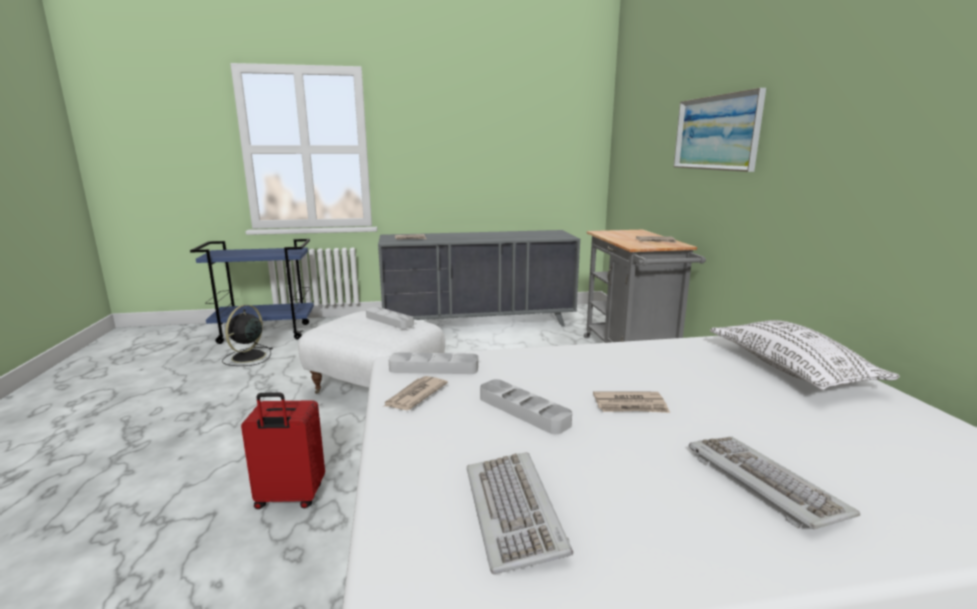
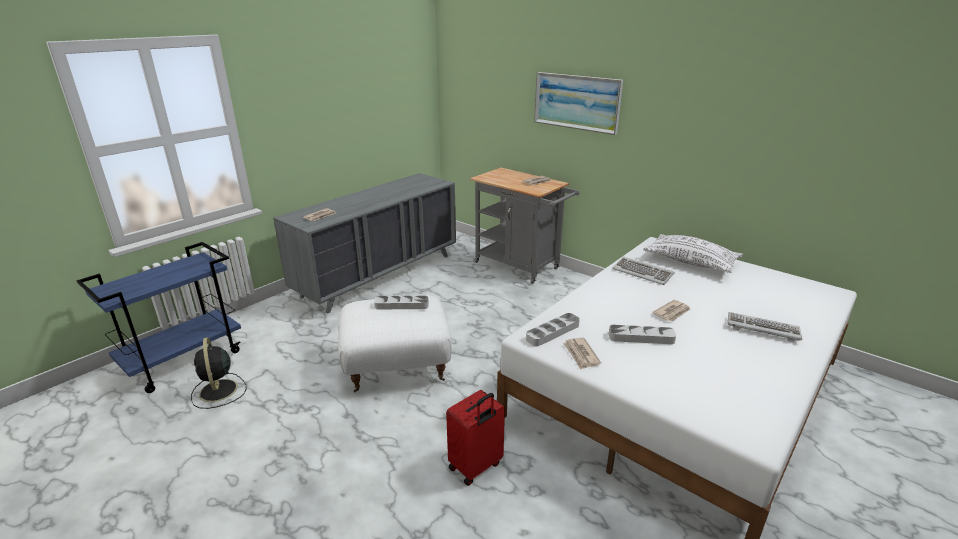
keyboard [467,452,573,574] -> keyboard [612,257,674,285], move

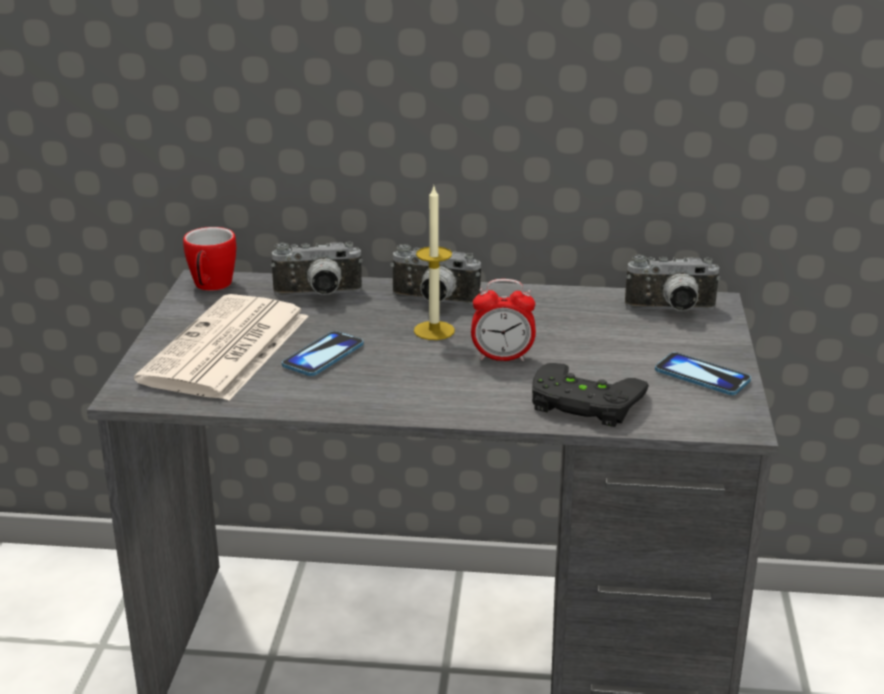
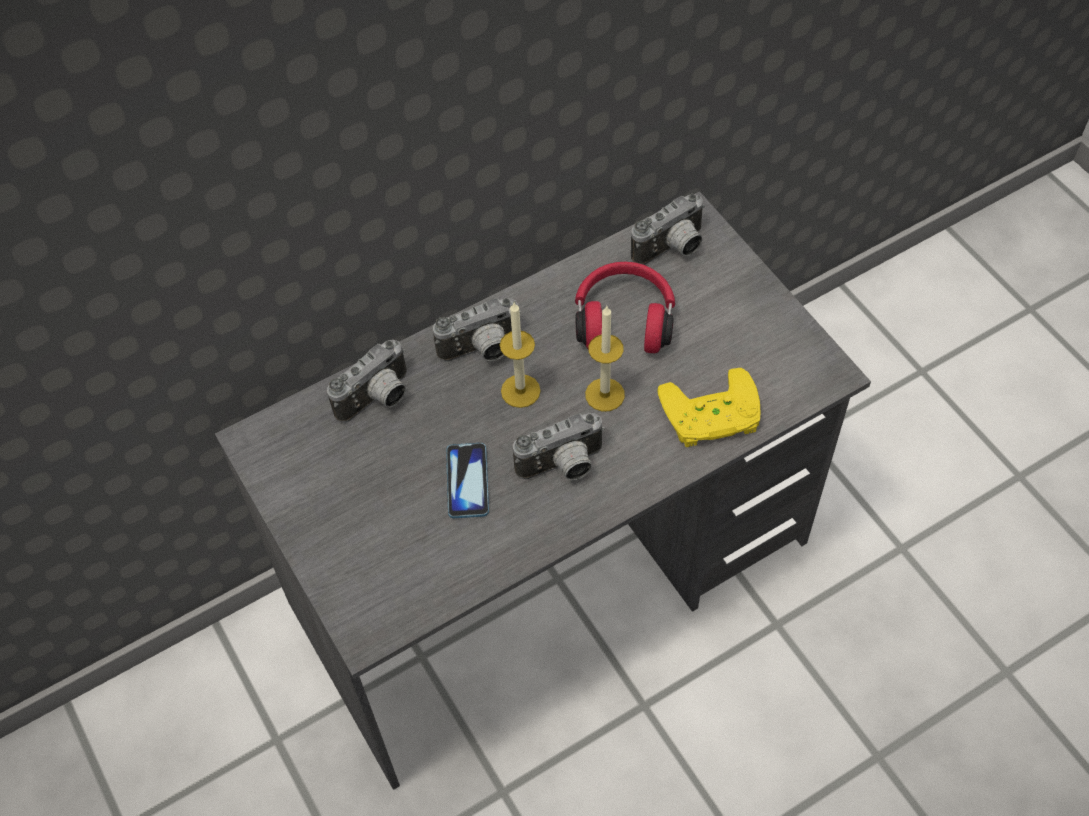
none -> photo camera [513,413,605,480]
none -> headset (red) [575,262,675,353]
table clock [471,279,536,361] -> wax candle [585,306,625,411]
gamepad (blackish) [532,363,649,427] -> gamepad (yellow) [658,368,761,447]
daily paper [134,294,308,401] -> none
coffee mug [183,227,236,291] -> none
phone [655,352,751,395] -> none

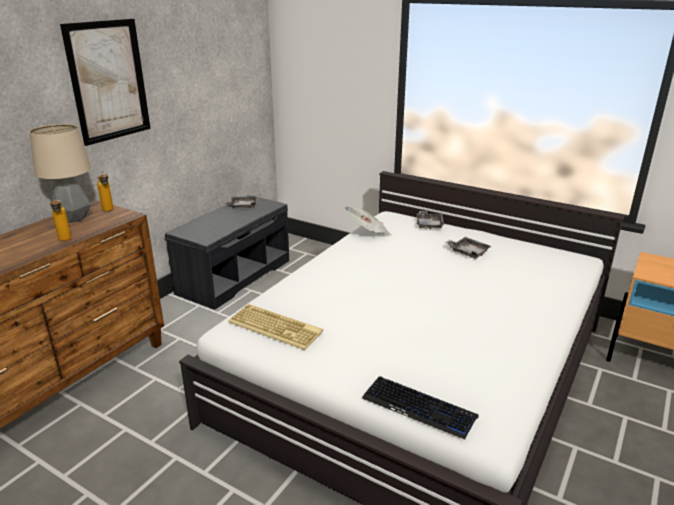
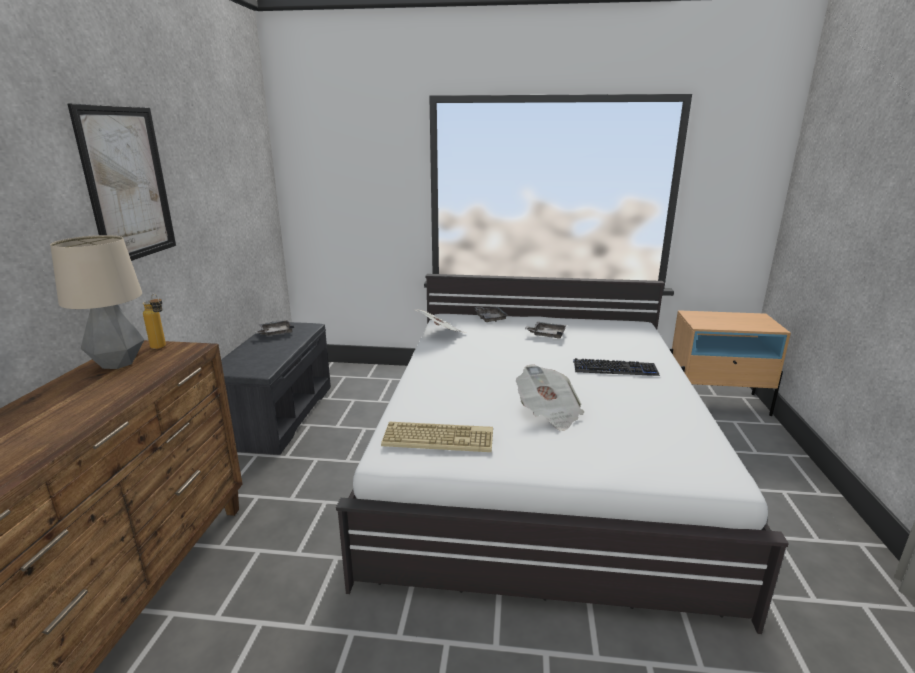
none -> daily paper [516,364,585,431]
keyboard [362,376,479,439] -> keyboard [573,358,660,376], move
beverage bottle [50,197,71,241] -> none

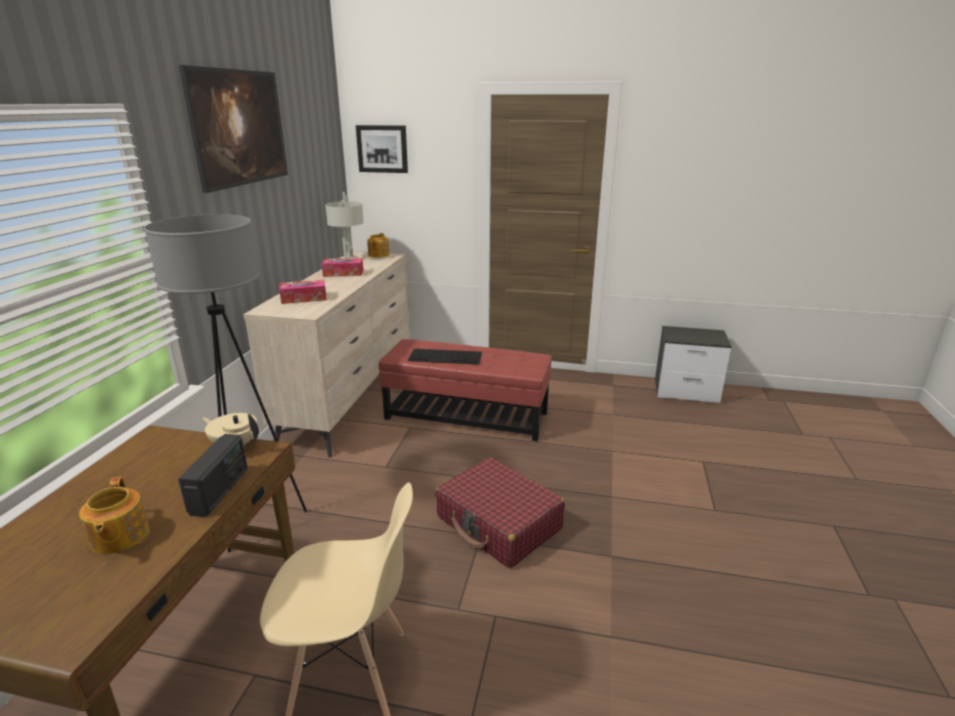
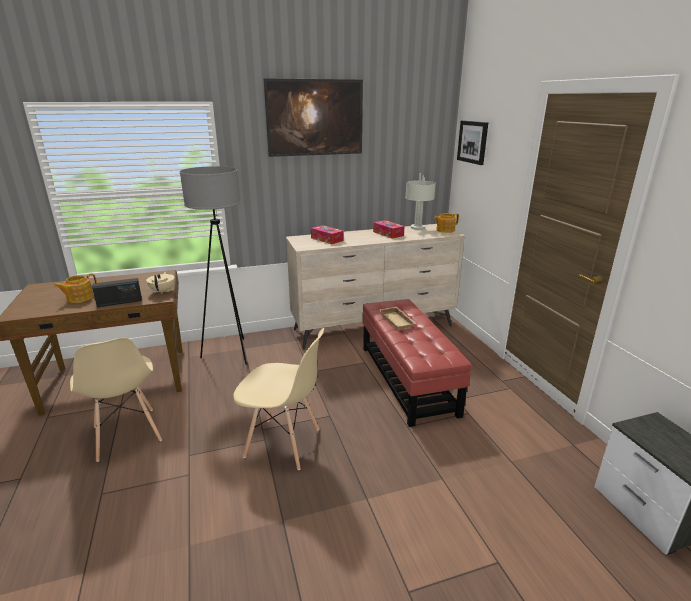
travel case (red) [435,457,565,568] -> plain chair (beige) [233,328,324,470]
keyboard [408,349,482,365] -> serving tray (beige) [379,307,417,330]

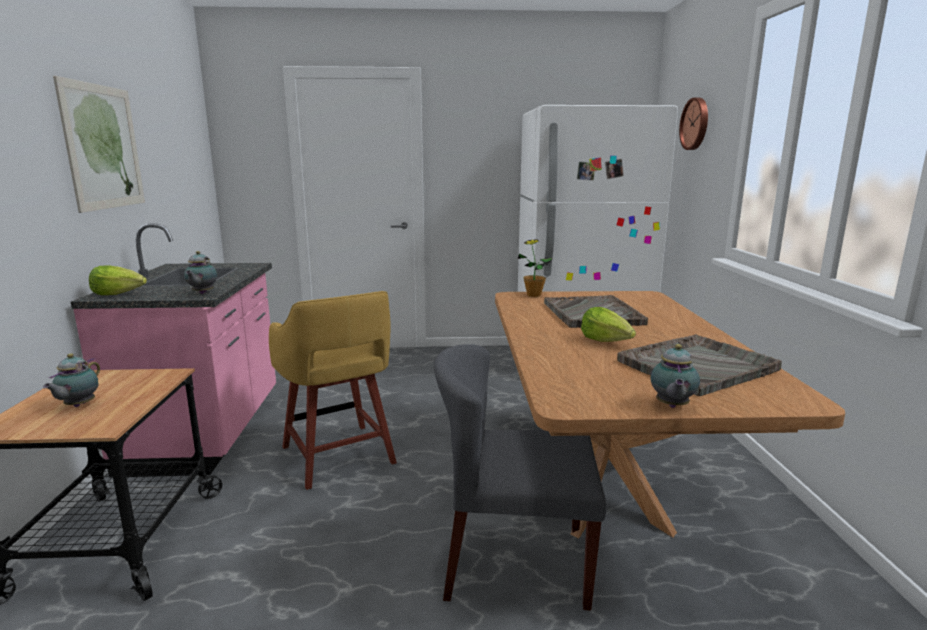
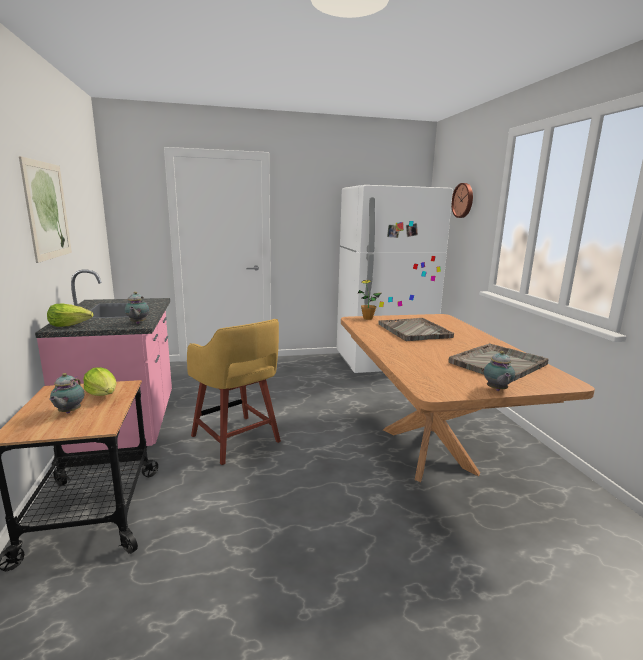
lettuce head [581,307,636,342] -> lettuce head [83,367,116,396], move
plain chair (grey) [434,344,606,611] -> none

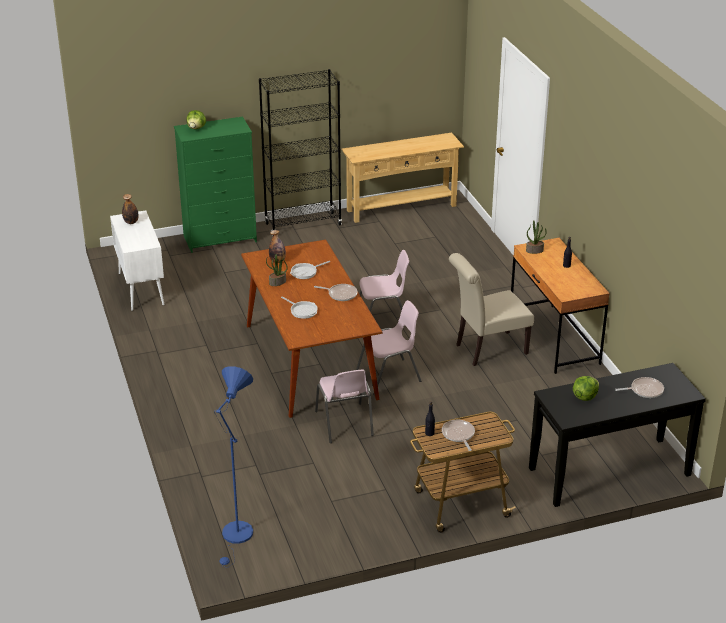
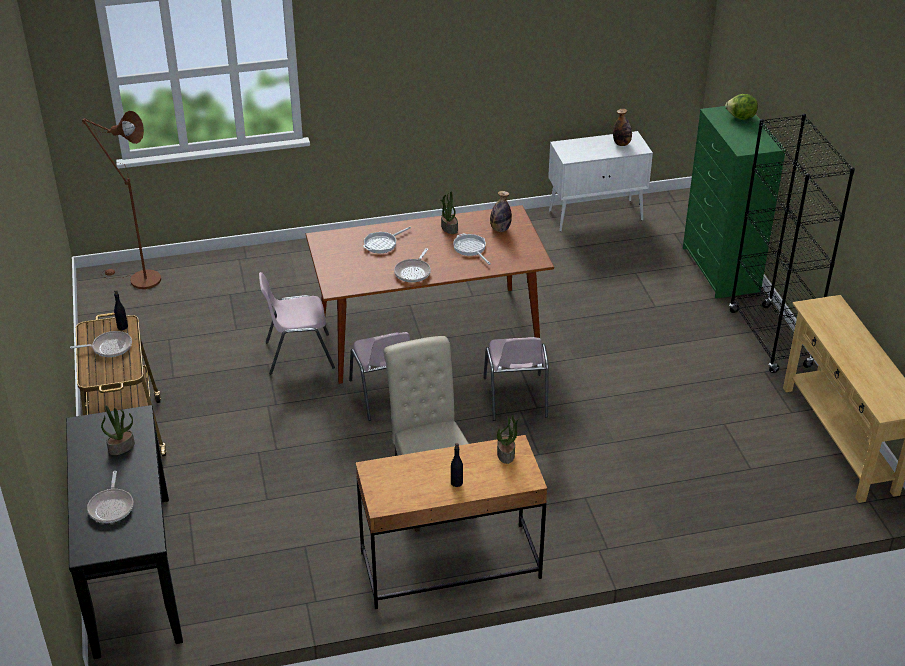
floor lamp (blue) [214,366,253,568] -> floor lamp (brown) [82,111,161,289]
lettuce head [573,376,599,401] -> plant in a pot [101,406,135,455]

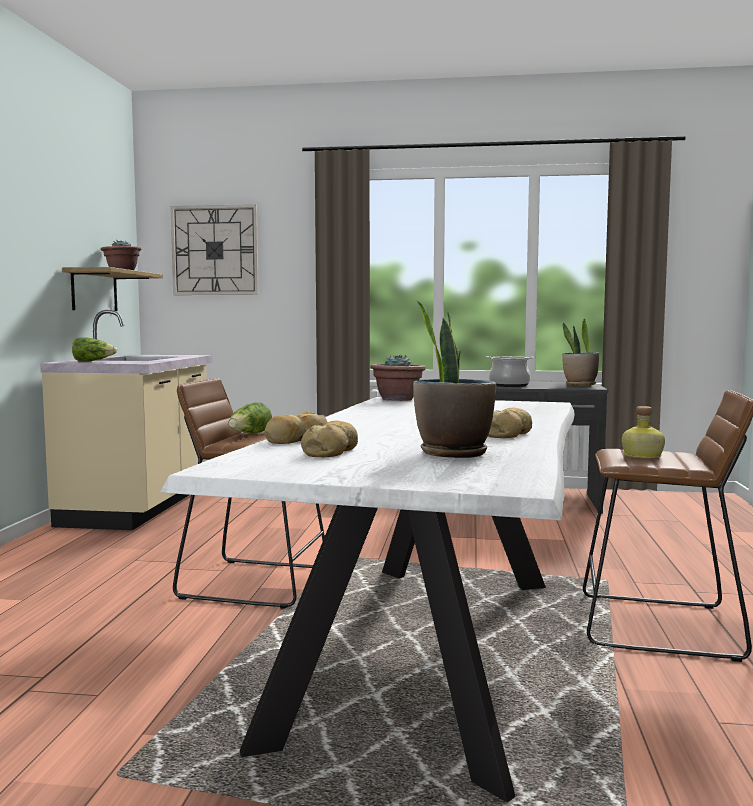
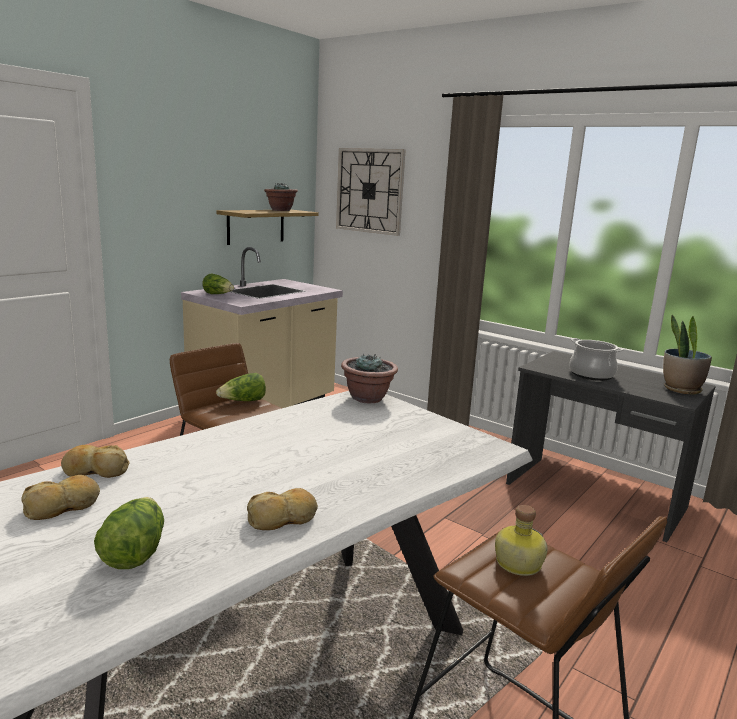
plant in a pot [413,301,497,458] -> lettuce head [94,497,164,569]

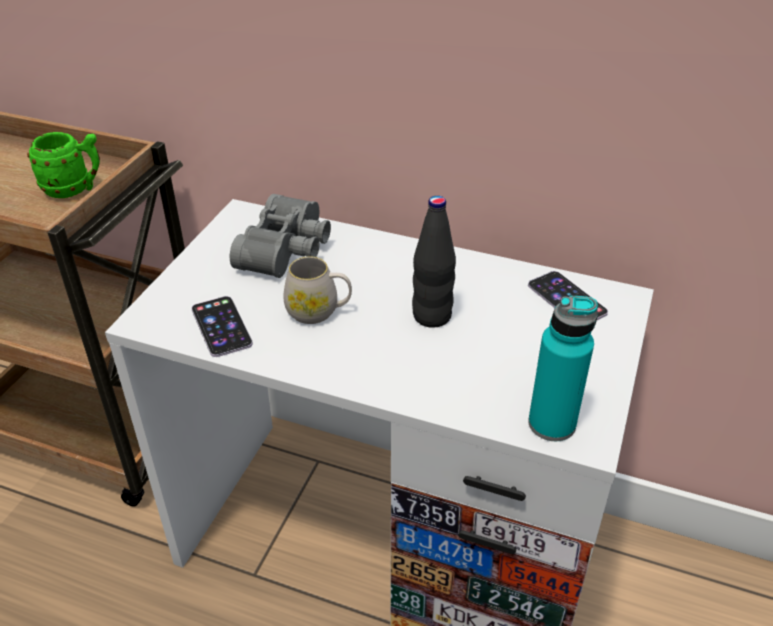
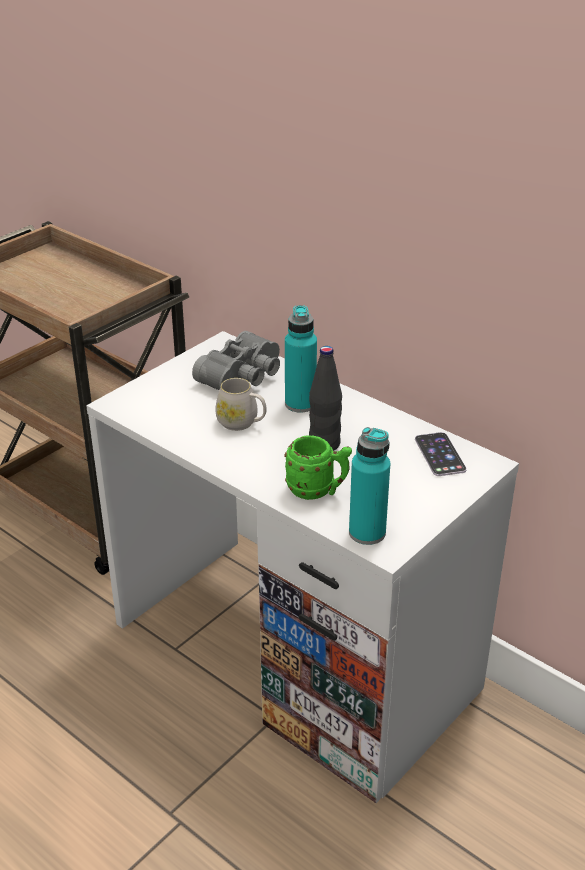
coffee mug (green-coloured) [27,132,100,198] -> coffee mug (green-coloured) [284,435,352,500], move
none -> beverage bottle (turquoise-coloured) [285,305,317,413]
phone [192,296,253,357] -> none

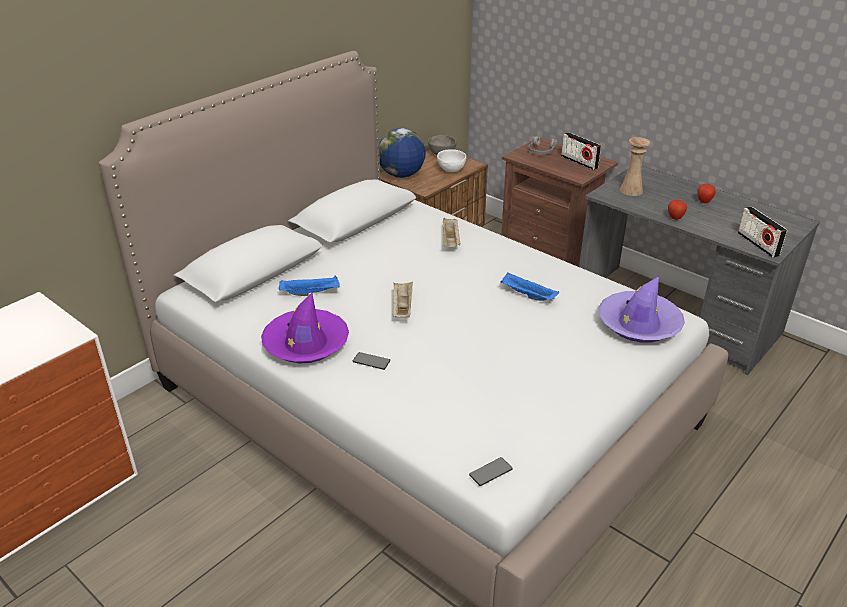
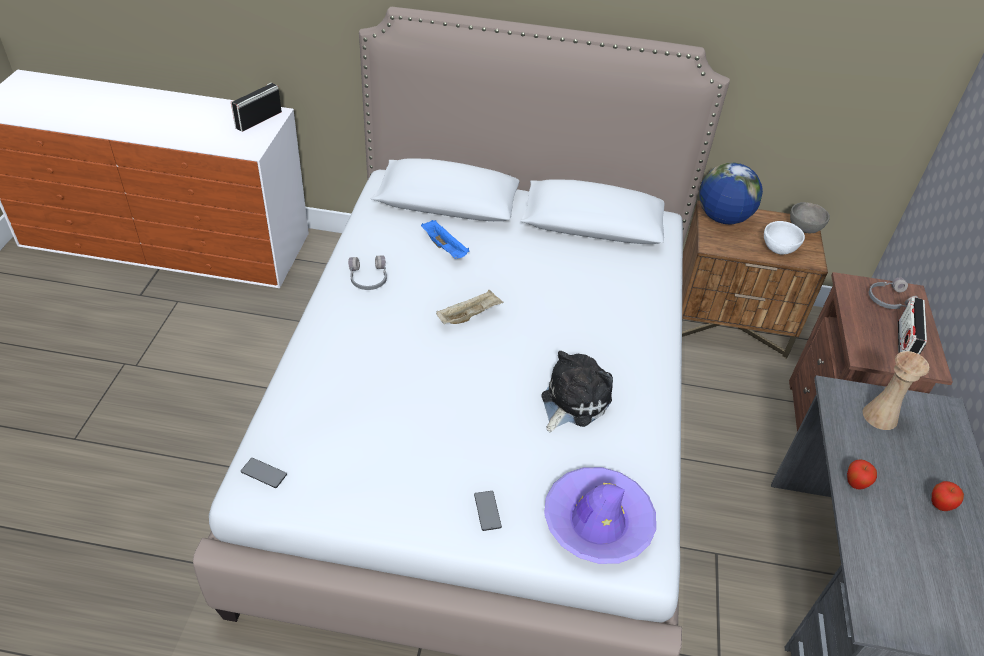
radio [738,207,788,257] -> radio [231,83,282,132], move
wearable hat (purplish) [261,293,349,363] -> headset (grey) [348,256,387,290]
phone [353,352,390,370] -> phone [474,491,502,531], move
serving tray (blue) [500,273,559,301] -> cuddly toy [542,351,613,432]
serving tray (beige) [443,218,461,247] -> none

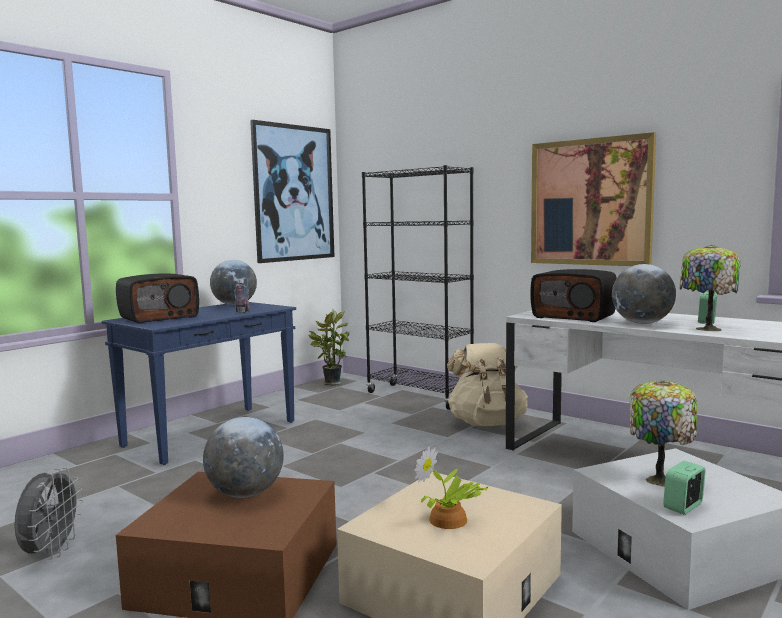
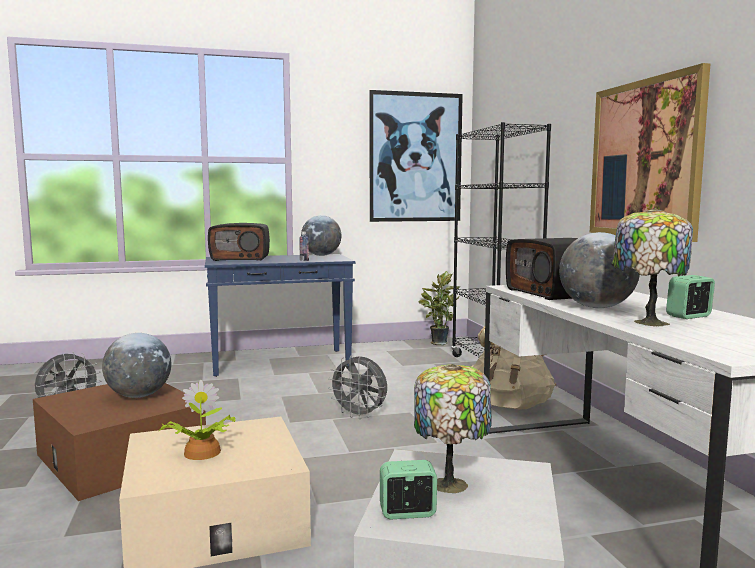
none -> cooling fan (grey) [328,355,387,419]

